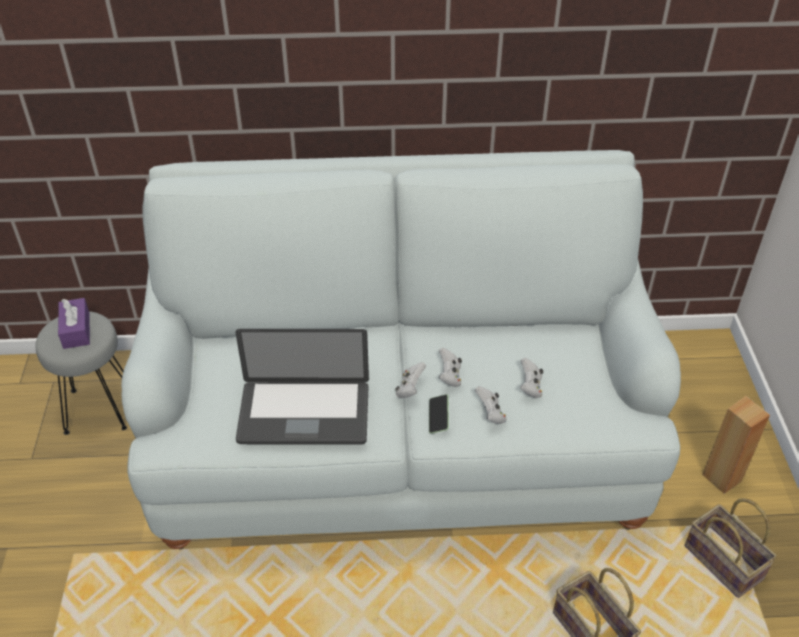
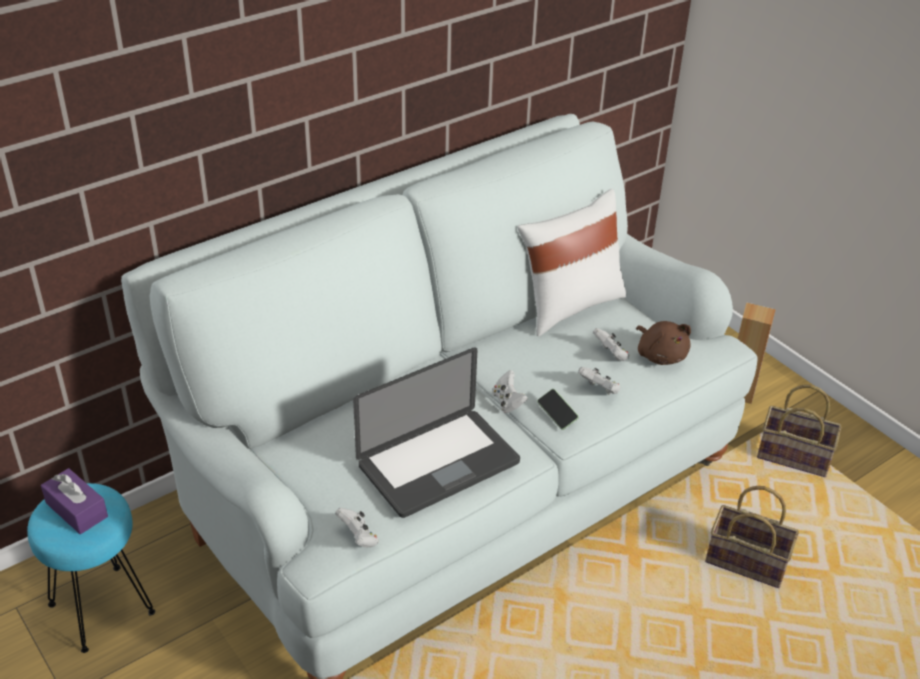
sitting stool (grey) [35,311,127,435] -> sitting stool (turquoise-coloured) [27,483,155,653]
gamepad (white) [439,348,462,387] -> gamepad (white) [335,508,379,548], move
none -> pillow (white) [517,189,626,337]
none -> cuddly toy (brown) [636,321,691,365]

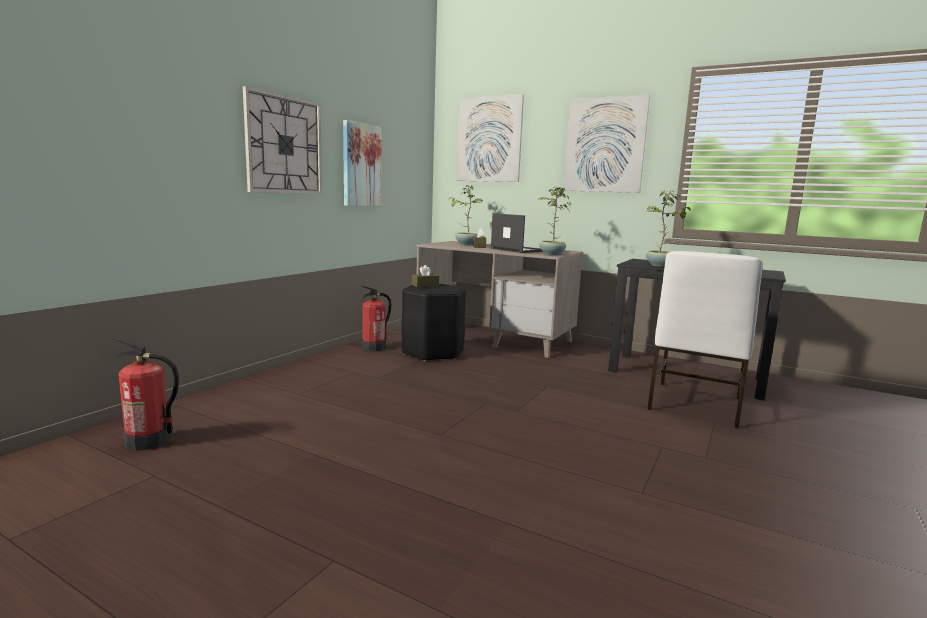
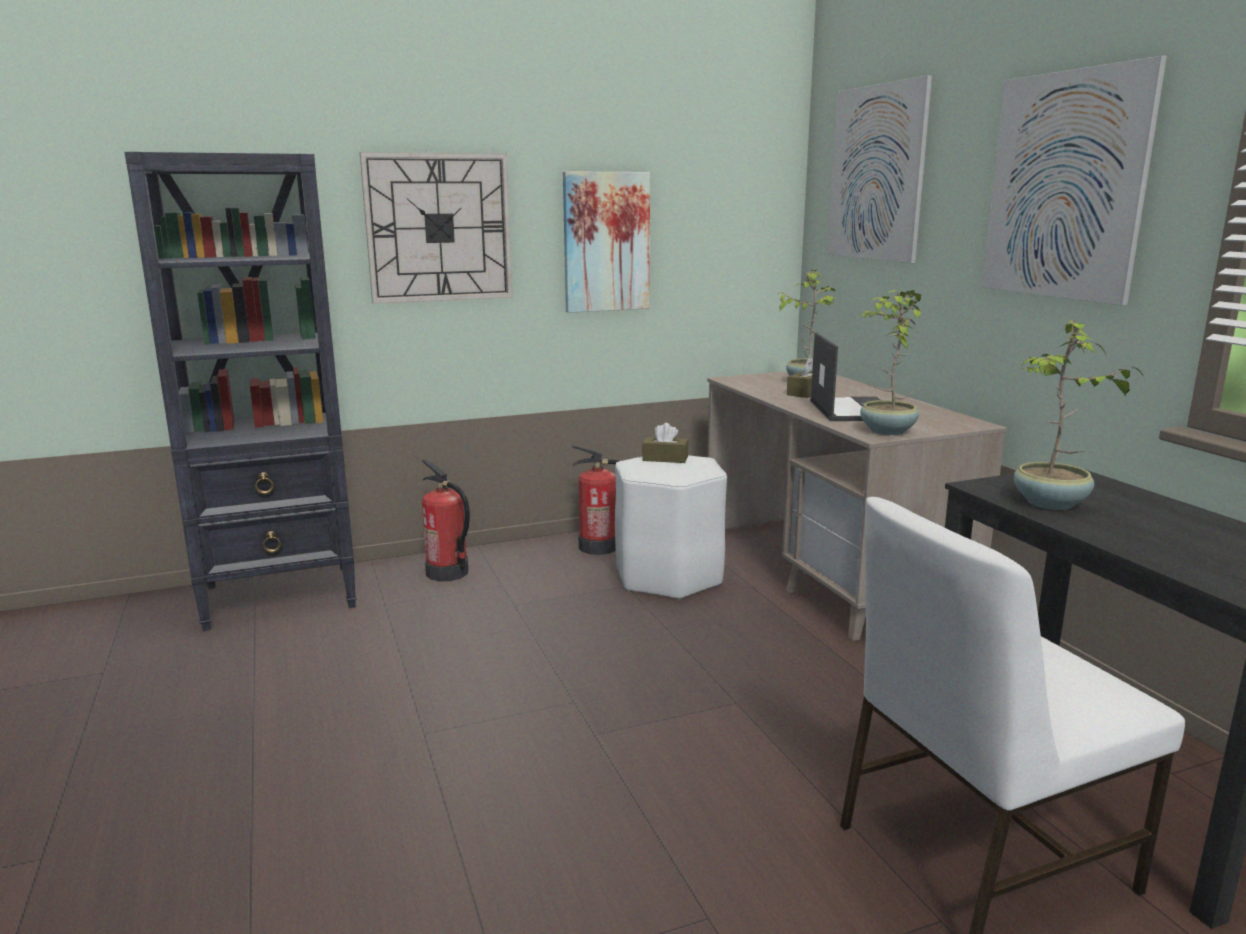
none -> shelving unit (blackish) [125,152,356,631]
fire extinguisher [112,337,179,451] -> fire extinguisher [422,459,470,582], move
sitting stool (blackish) [401,284,466,361] -> sitting stool (white) [615,455,727,600]

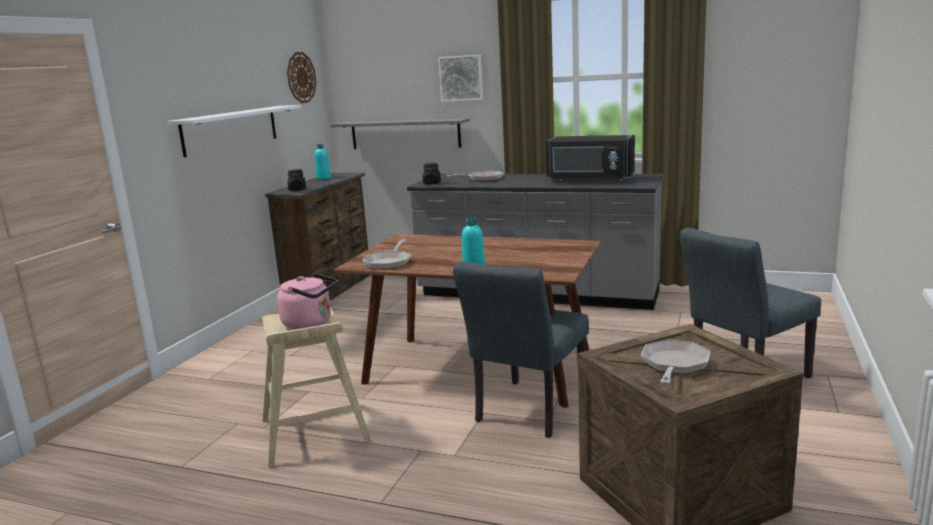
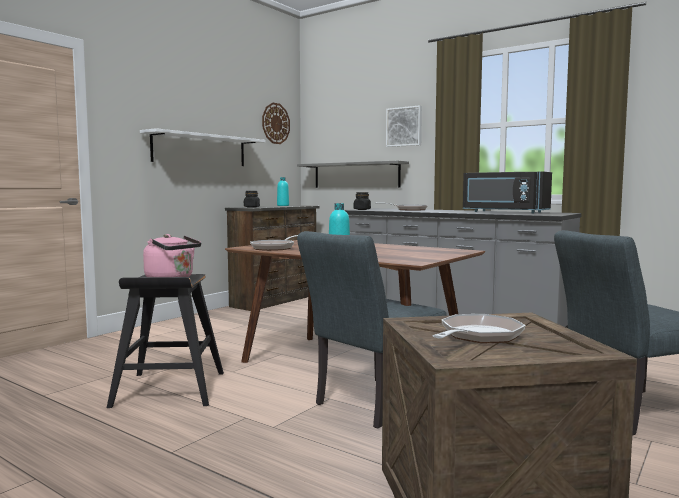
sitting stool (beige) [262,308,372,468] -> sitting stool (blackish) [107,274,224,408]

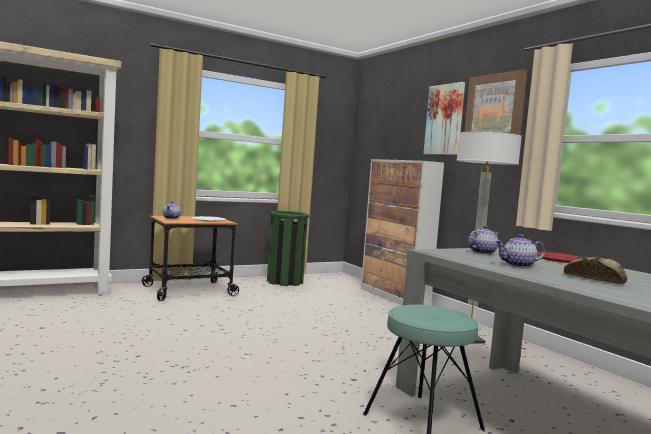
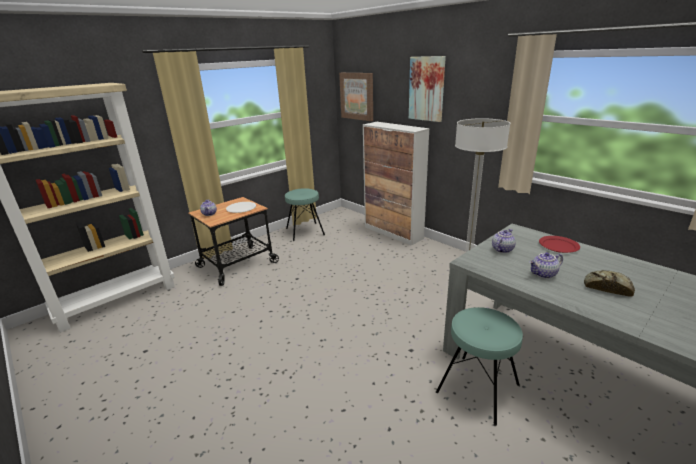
waste bin (green-coloured) [267,211,309,286] -> sitting stool (turquoise-coloured) [285,188,325,241]
picture [464,69,527,135] -> picture [339,73,373,121], move

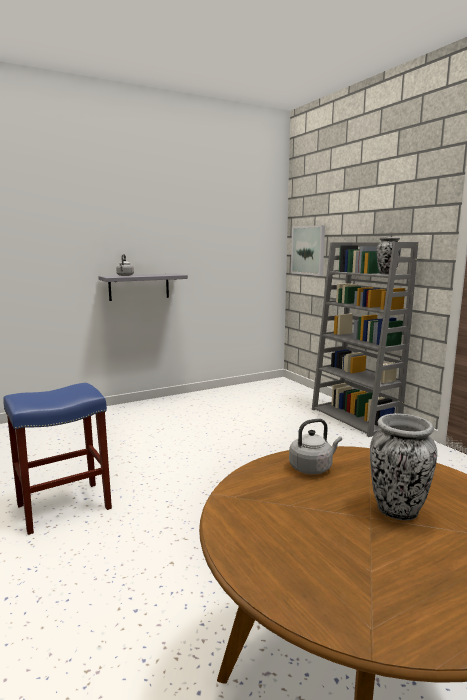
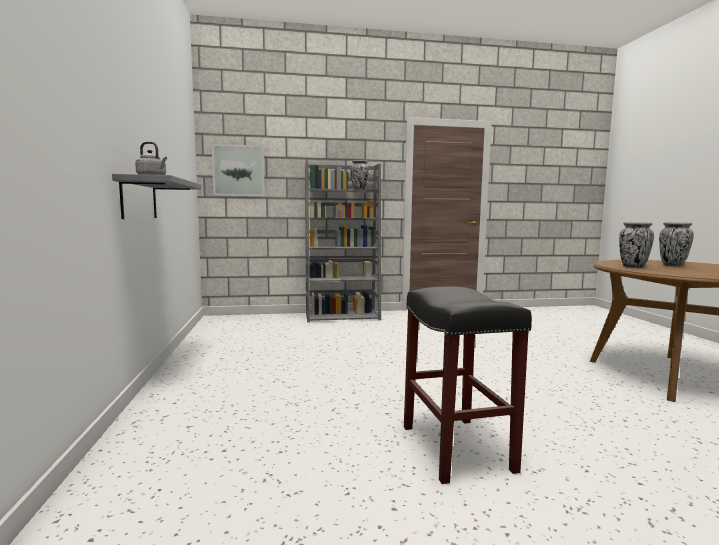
sitting stool (blue) [3,383,112,535] -> sitting stool (blackish) [404,286,532,484]
tea kettle (grey) [289,419,342,474] -> decorative vase [619,222,654,268]

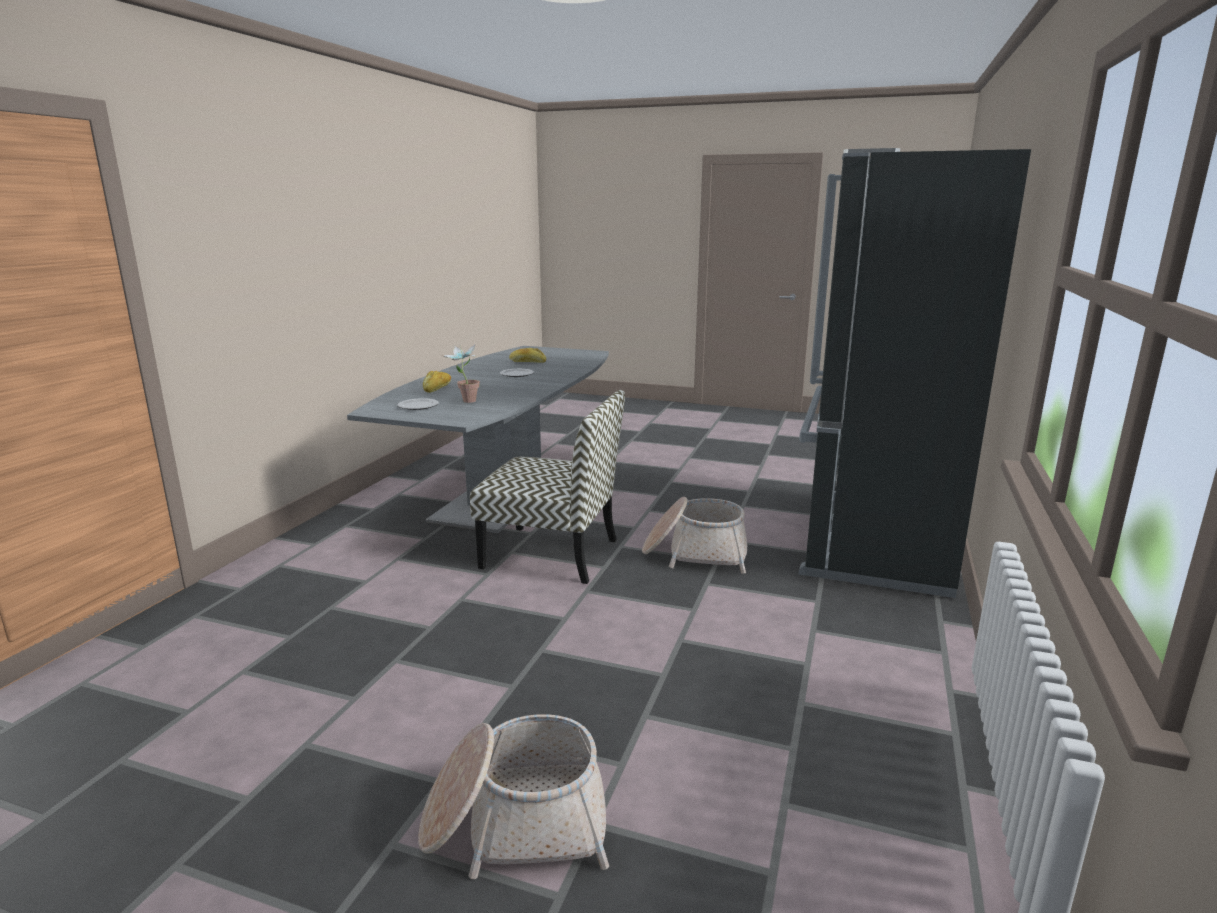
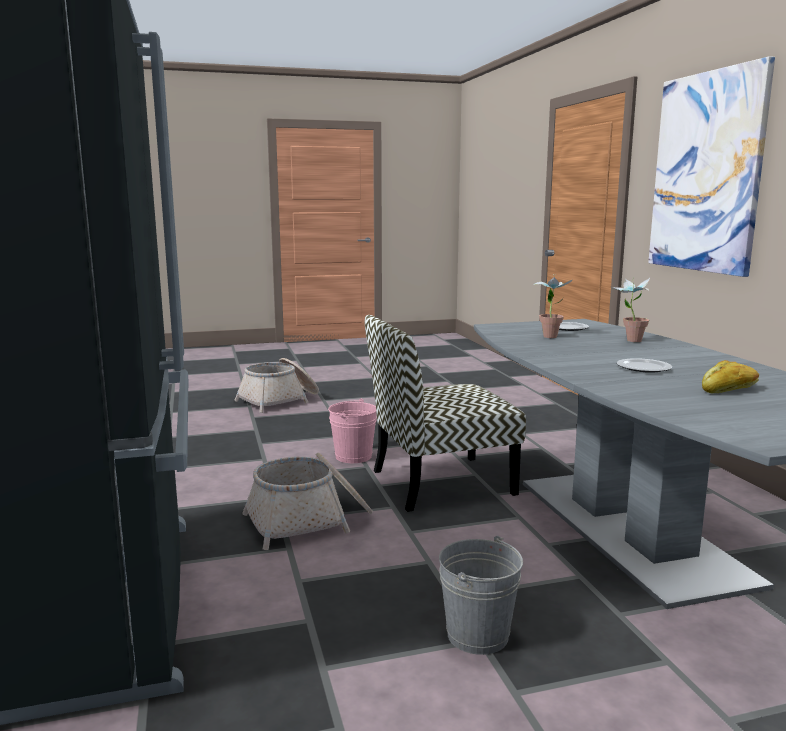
none -> pail (pinkish) [328,399,377,463]
none -> pail (grey) [439,536,523,655]
bakery bread [423,371,451,393] -> plant in a pot [611,277,650,342]
none -> picture [648,56,775,277]

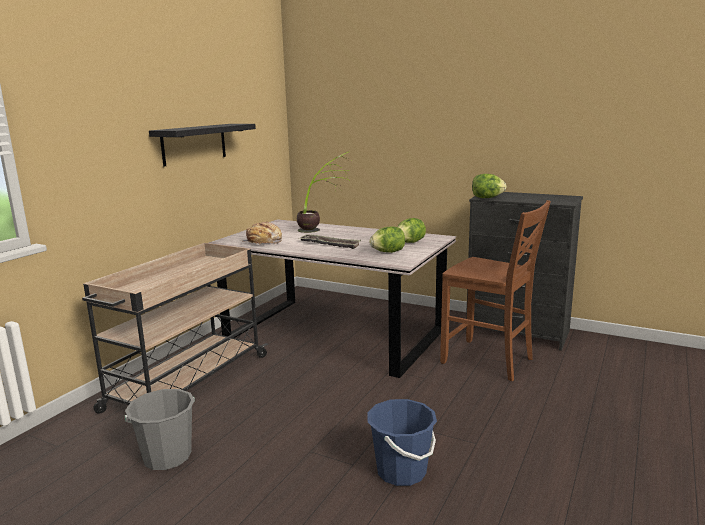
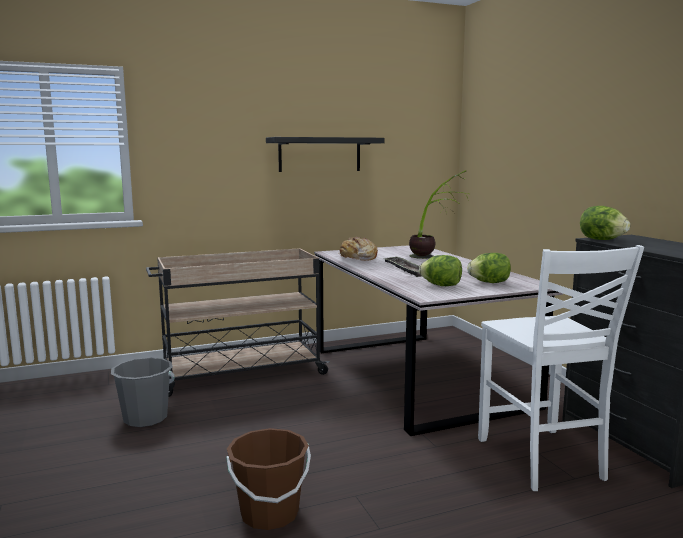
pail (blue) [367,399,437,486] -> pail (brown) [226,428,311,530]
plain chair (brown) [440,200,551,381] -> plain chair (white) [478,245,644,491]

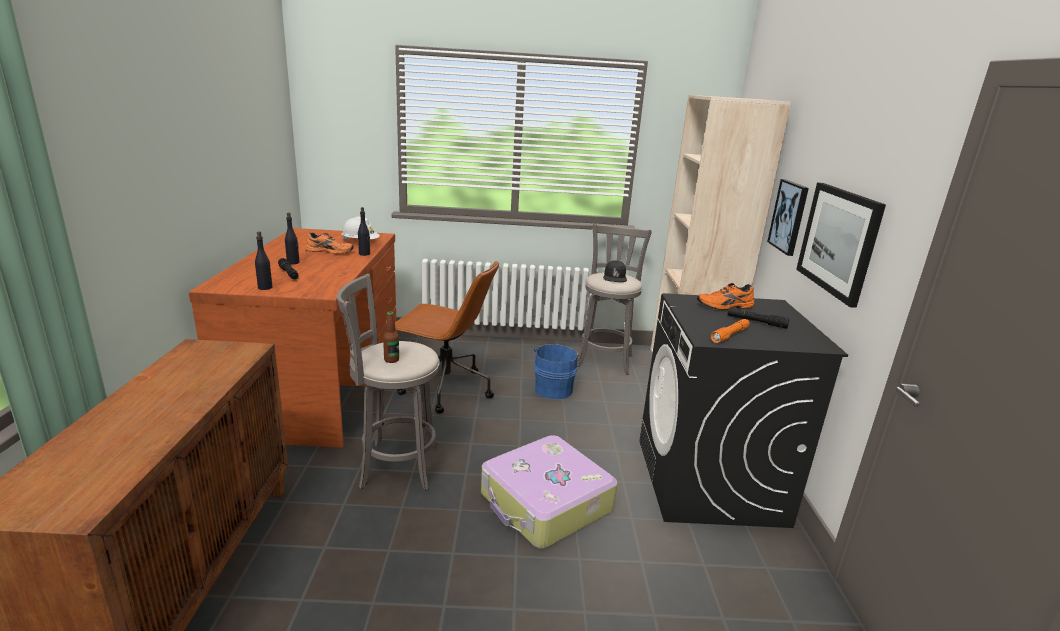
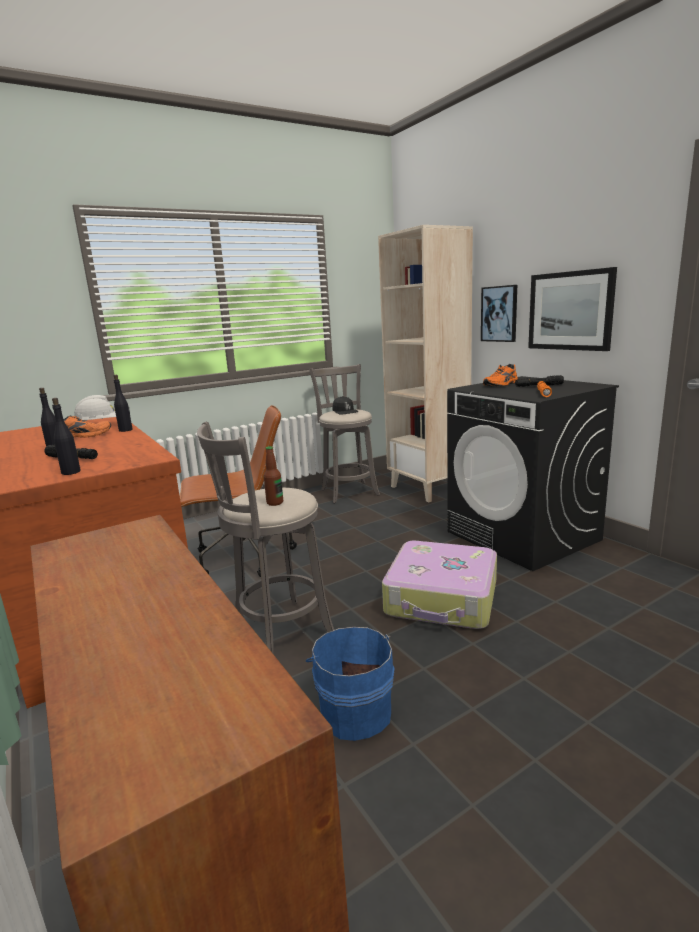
pail (blue) [534,344,581,399] -> pail (blue) [306,627,395,741], move

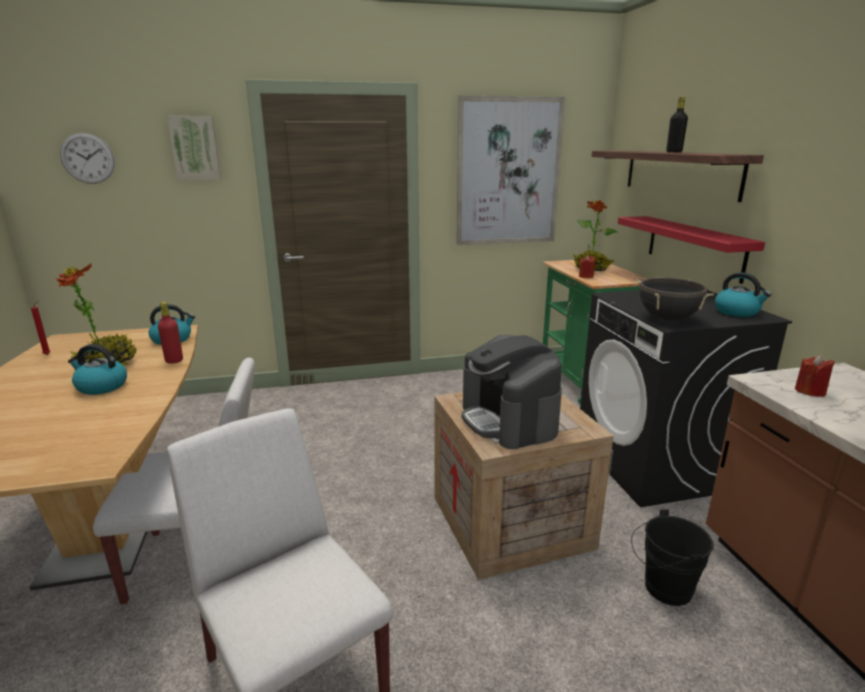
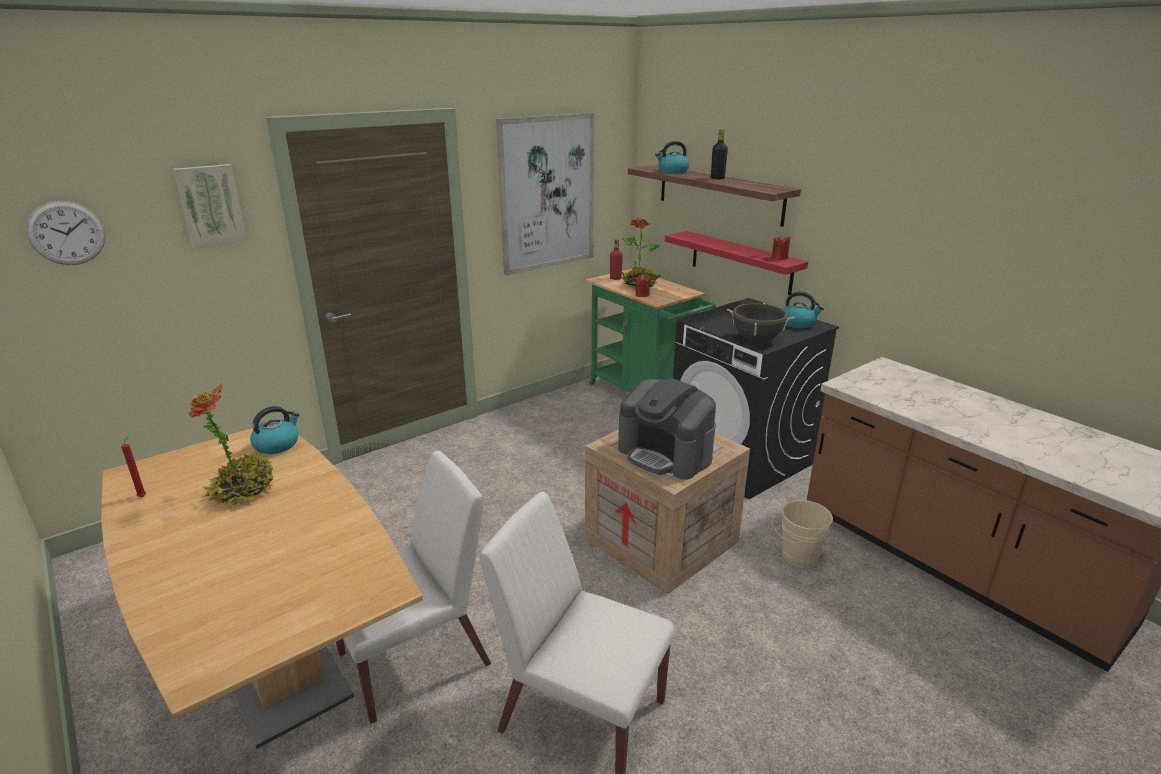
beverage bottle (red) [158,302,183,363] -> beverage bottle (red) [610,239,623,280], move
tea kettle [68,344,127,395] -> tea kettle [655,141,689,174], move
wax candle (red) [795,355,835,397] -> wax candle (red) [771,234,790,260], move
pail (blackish) [631,509,714,606] -> pail (beige) [772,496,833,568]

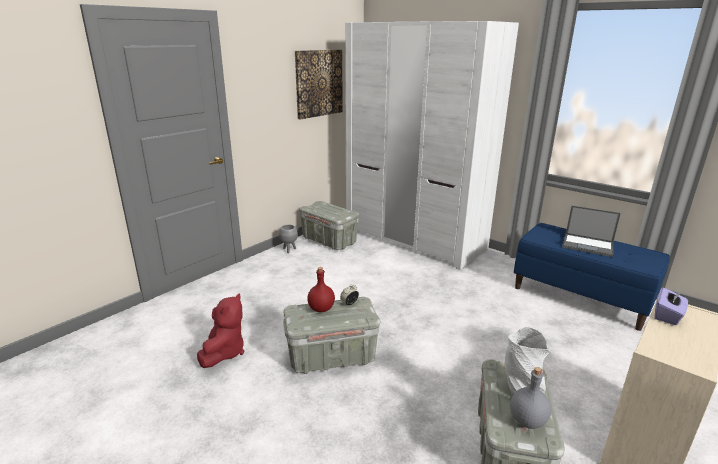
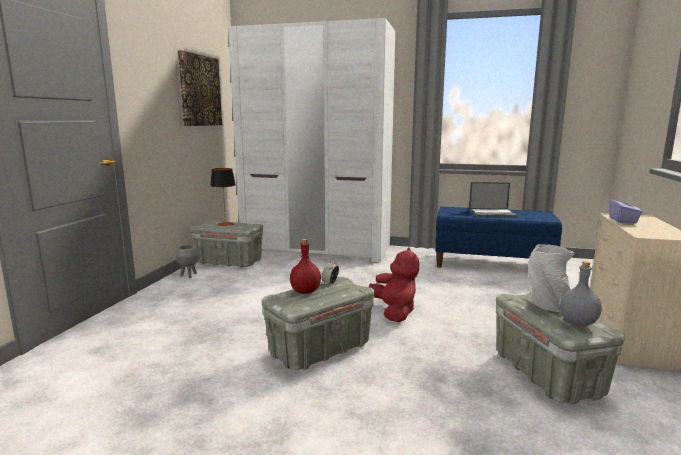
none -> lamp for a table [210,168,236,226]
cuddly toy (red) [197,293,245,368] -> cuddly toy (red) [369,247,419,322], move

